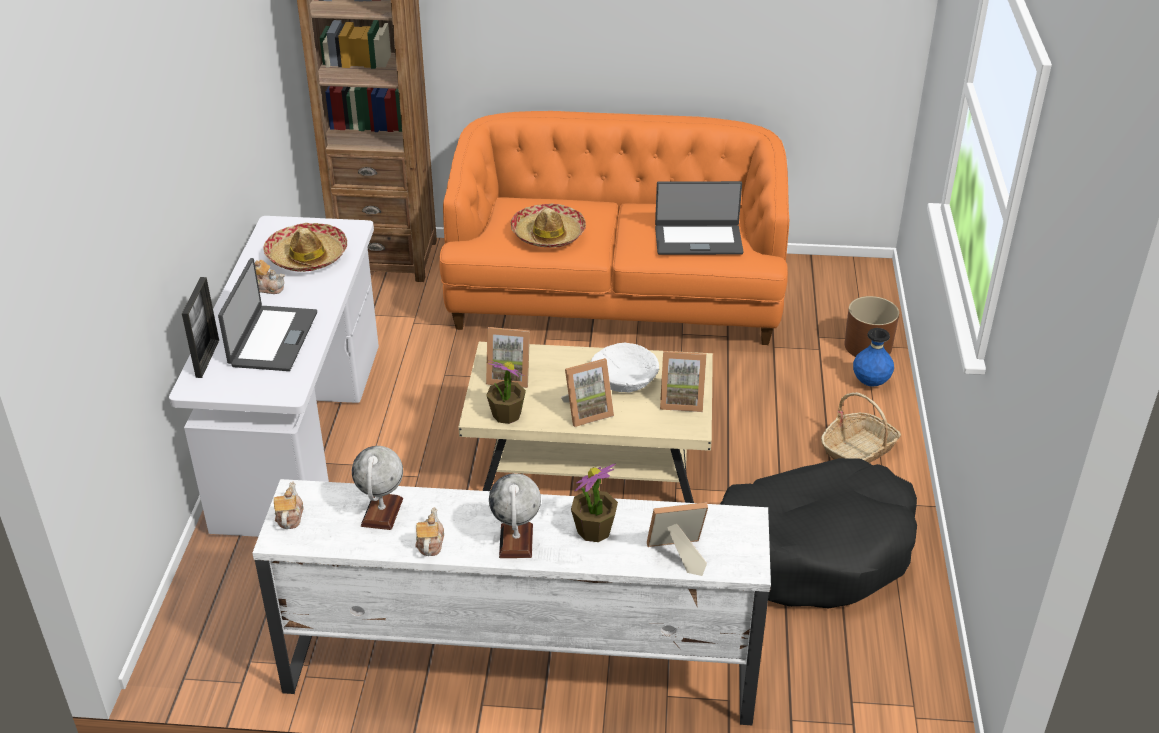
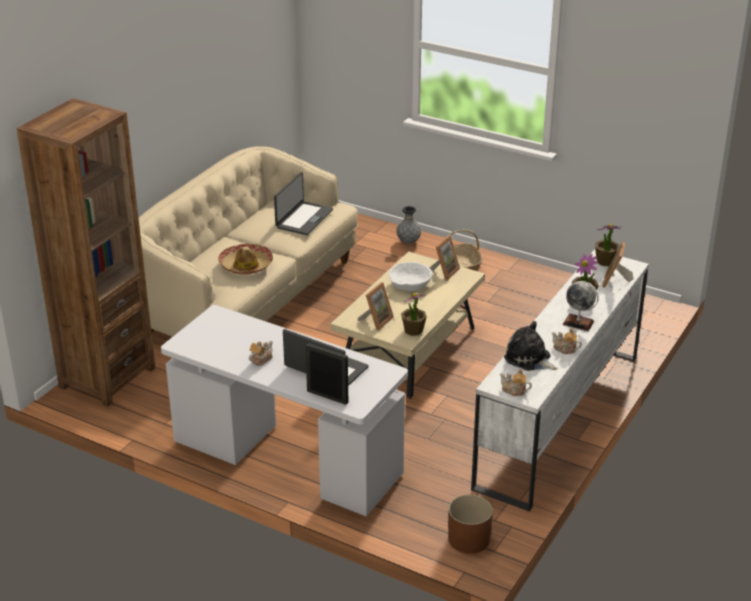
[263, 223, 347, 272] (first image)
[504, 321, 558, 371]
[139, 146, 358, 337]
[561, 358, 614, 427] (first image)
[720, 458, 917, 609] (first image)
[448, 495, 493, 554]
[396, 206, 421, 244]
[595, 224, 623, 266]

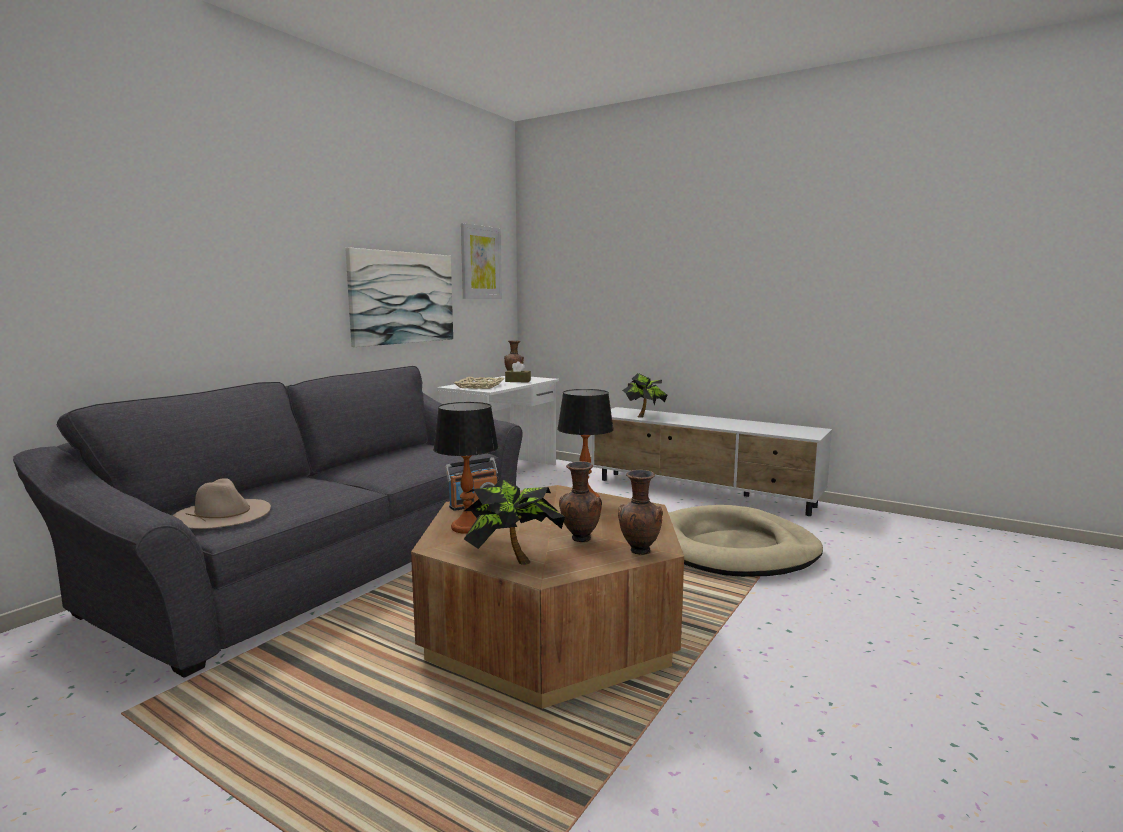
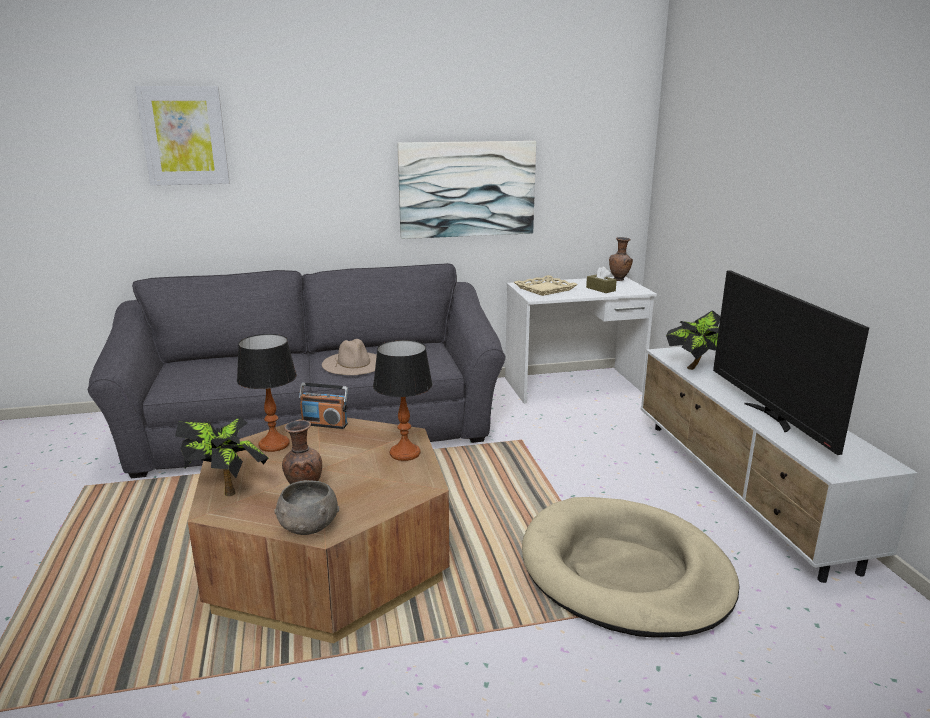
[322, 339, 377, 375]
[135, 86, 230, 186]
[274, 480, 339, 535]
[713, 270, 869, 455]

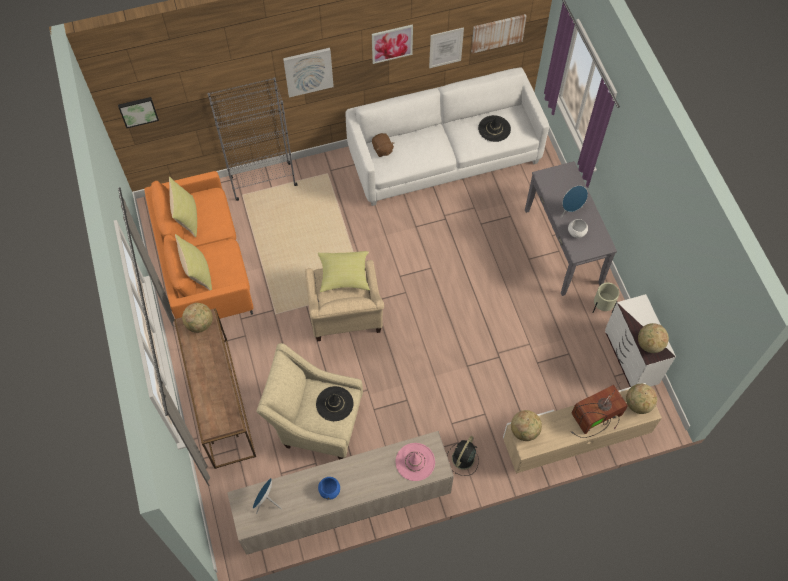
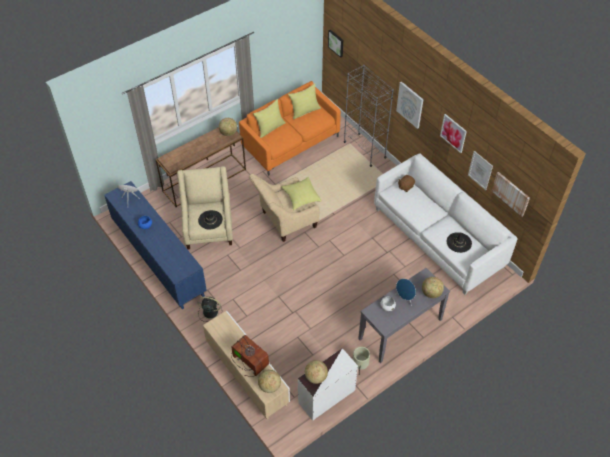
[105, 181, 207, 310]
[396, 443, 435, 481] (first image)
[422, 277, 444, 298]

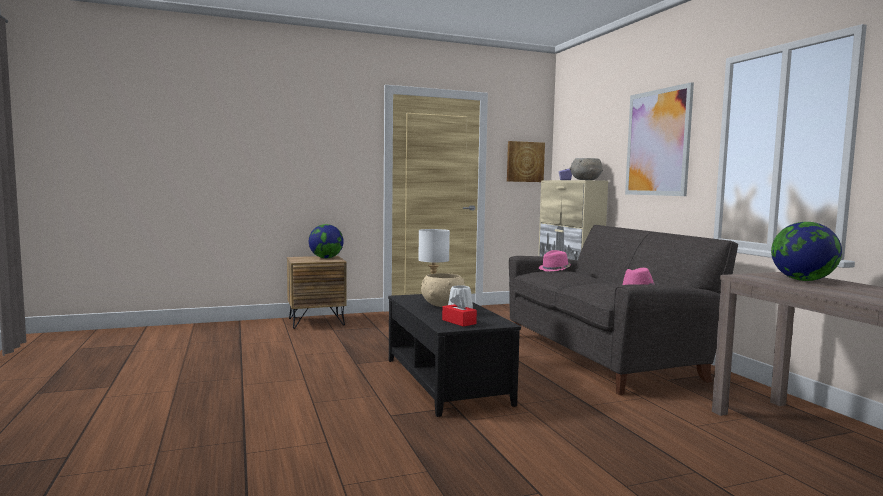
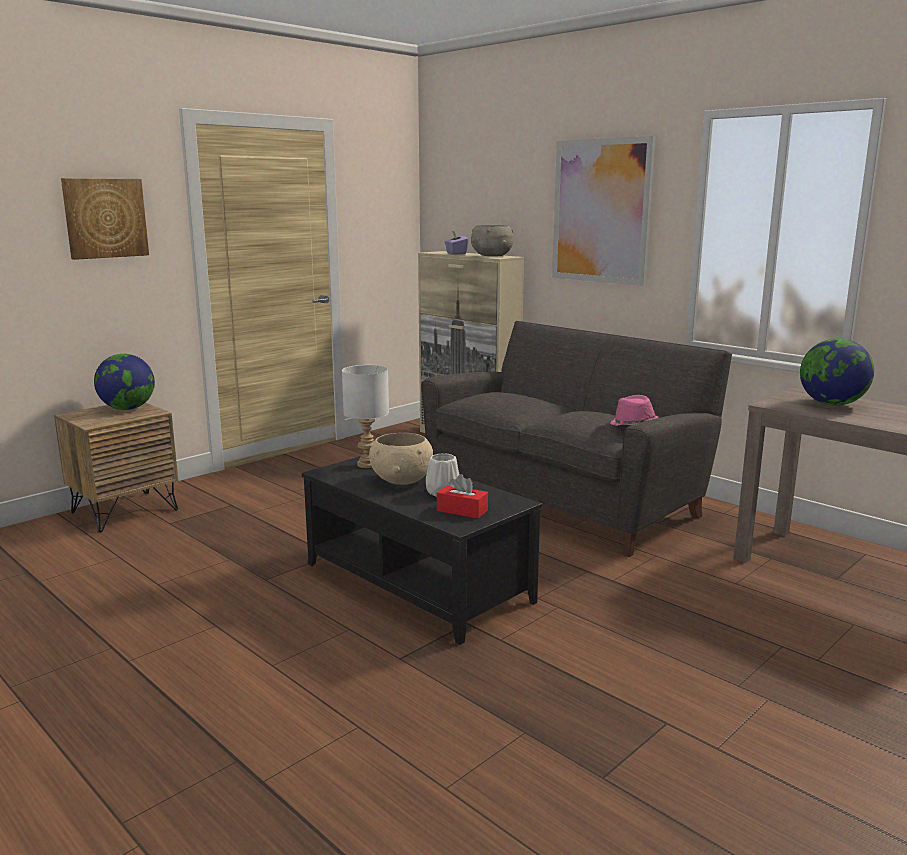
[61, 178, 149, 260]
[539, 250, 571, 272] (first image)

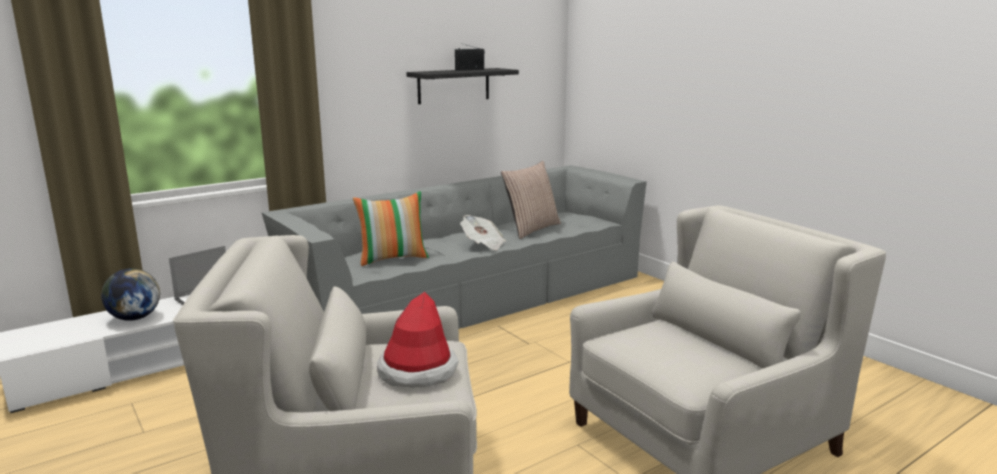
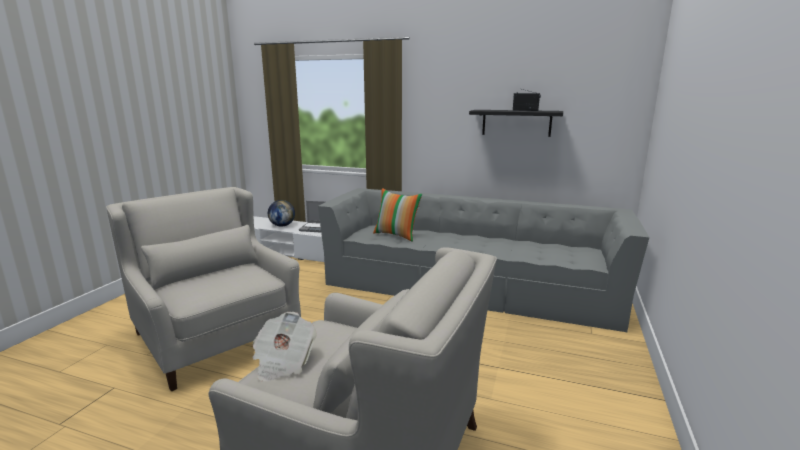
[377, 292, 459, 388] (first image)
[252, 312, 317, 381]
[501, 161, 561, 239] (first image)

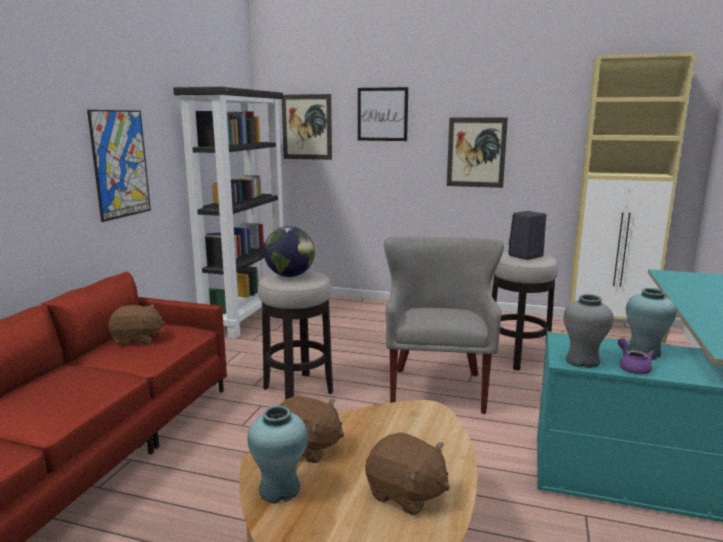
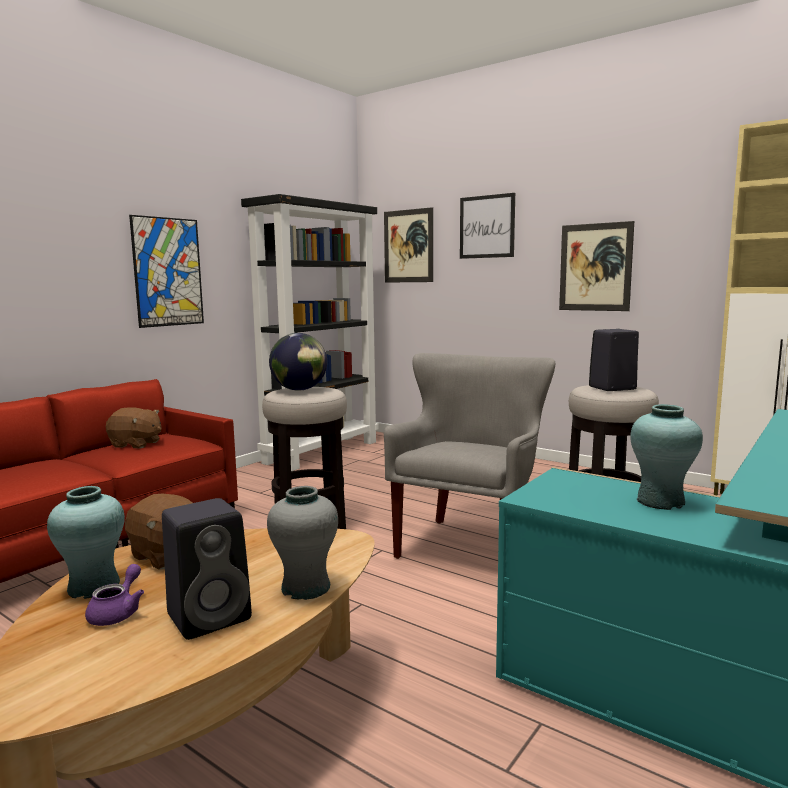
[162, 498, 252, 640]
[267, 486, 338, 600]
[85, 564, 144, 626]

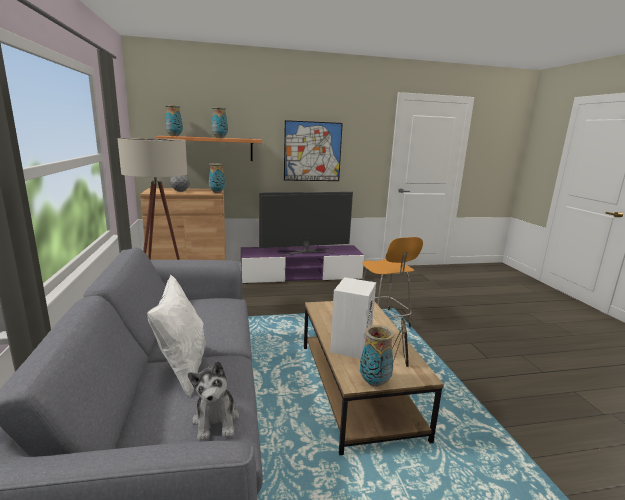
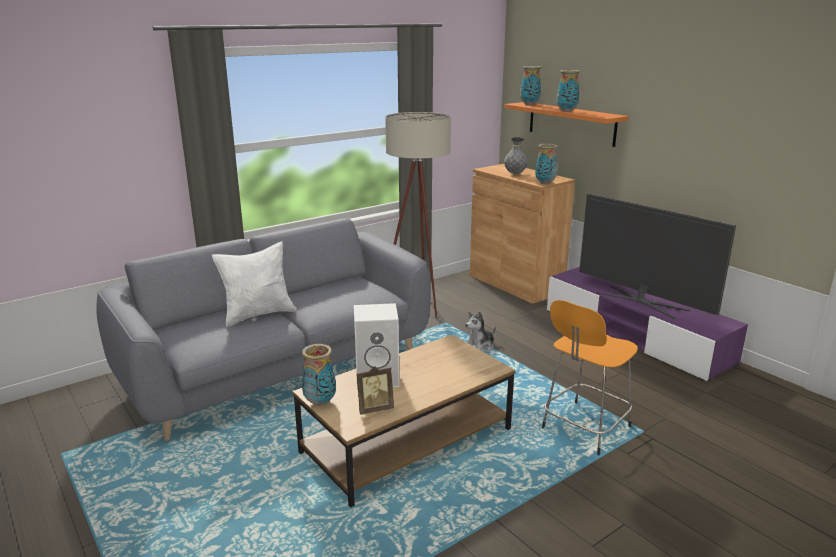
[465, 311, 496, 351]
[284, 120, 343, 181] (first image)

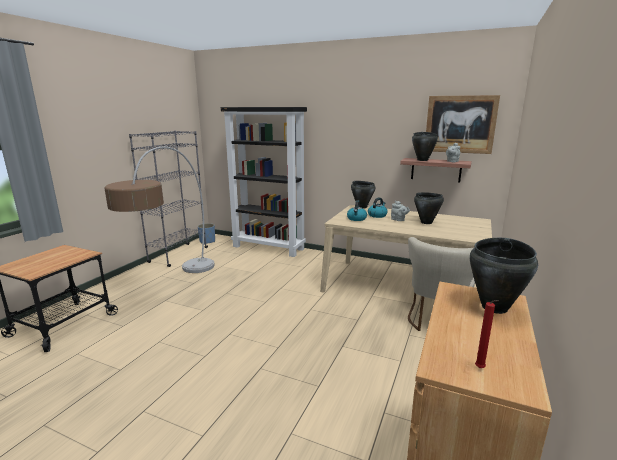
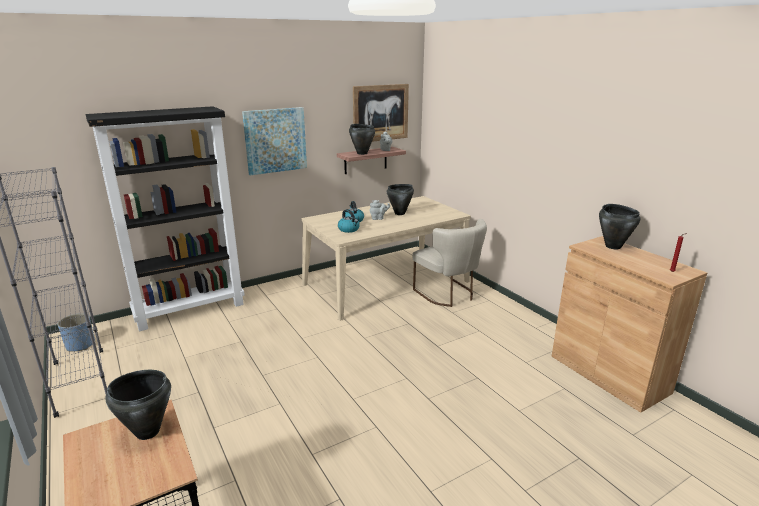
[104, 146, 215, 273] (first image)
[105, 370, 171, 440]
[242, 107, 307, 175]

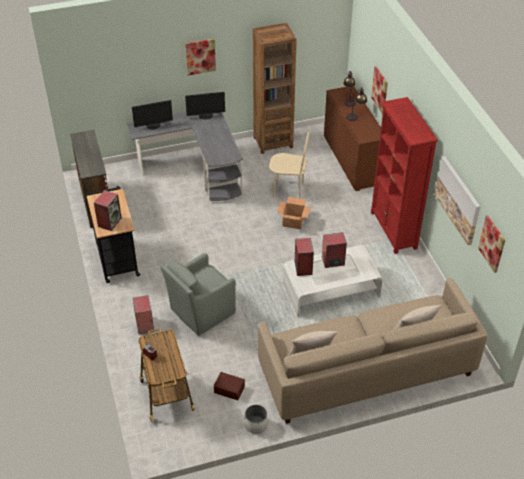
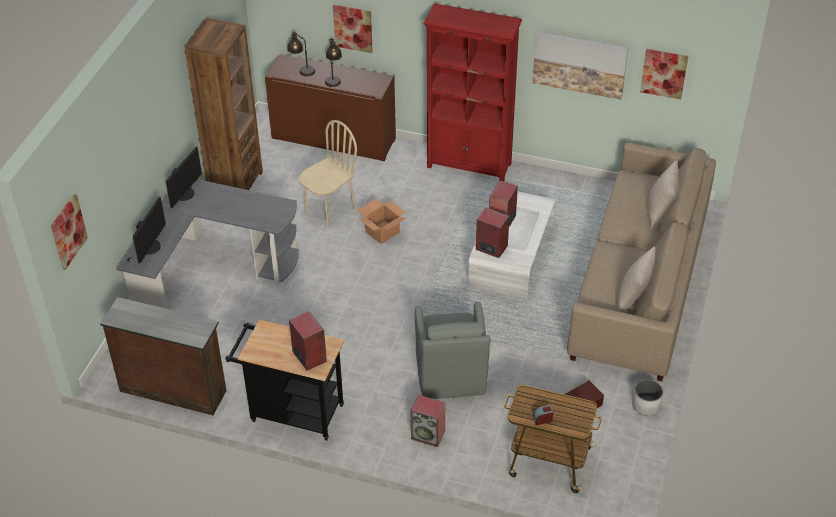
[51, 194, 88, 270]

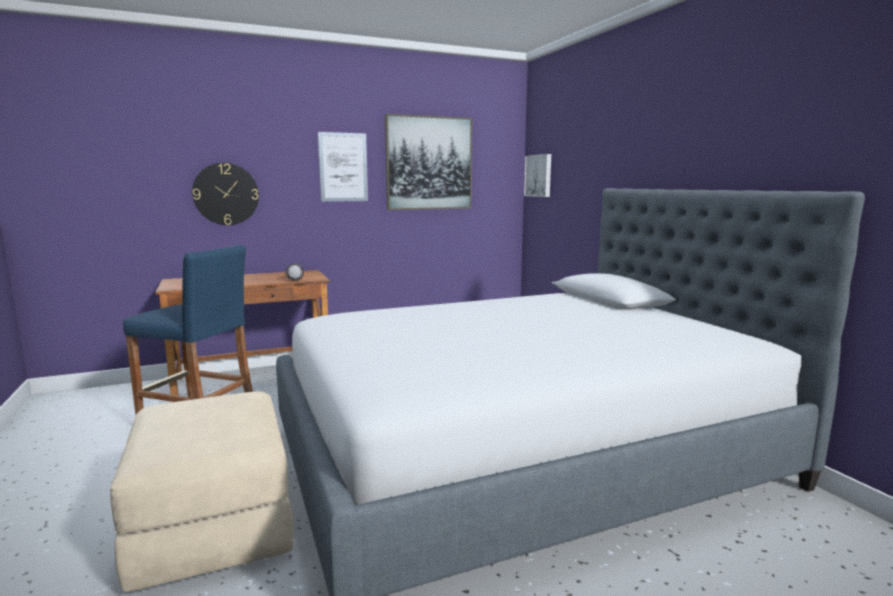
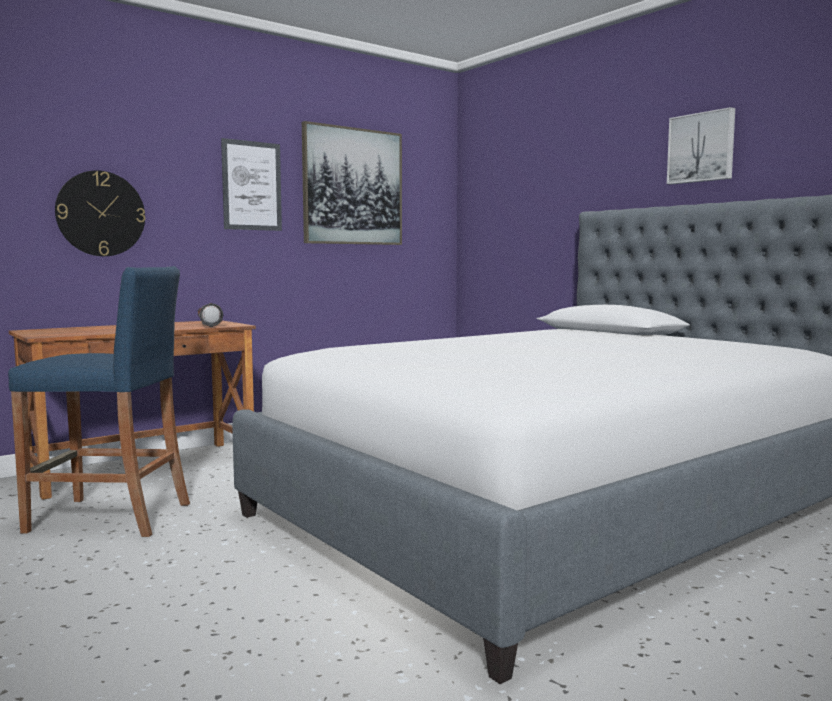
[110, 392, 294, 592] (first image)
[667, 107, 735, 185]

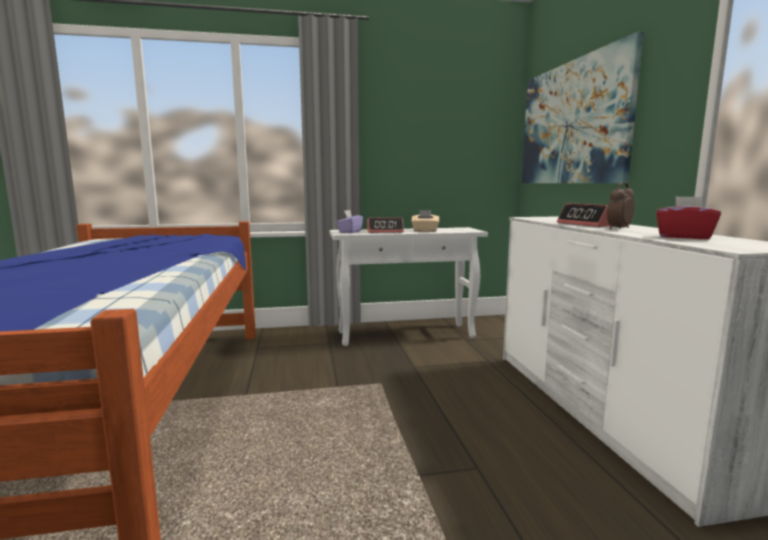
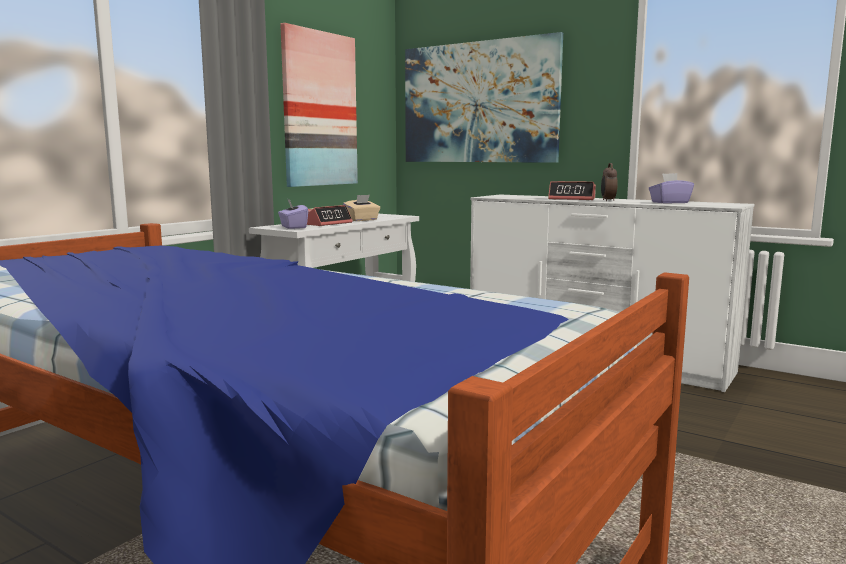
[649, 173, 694, 204]
[280, 23, 358, 187]

